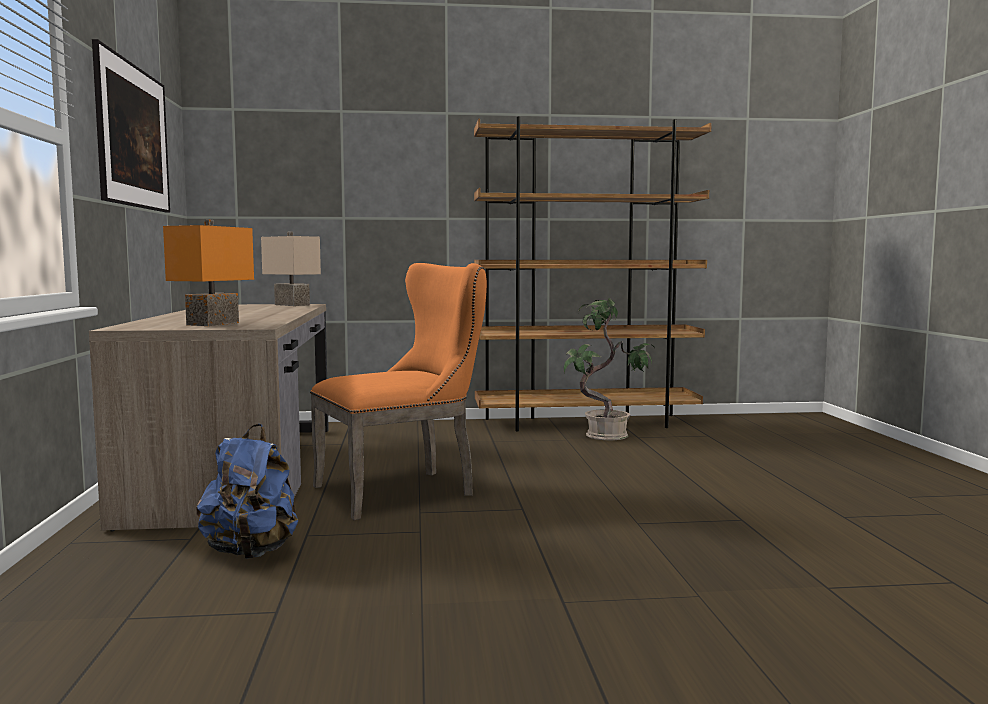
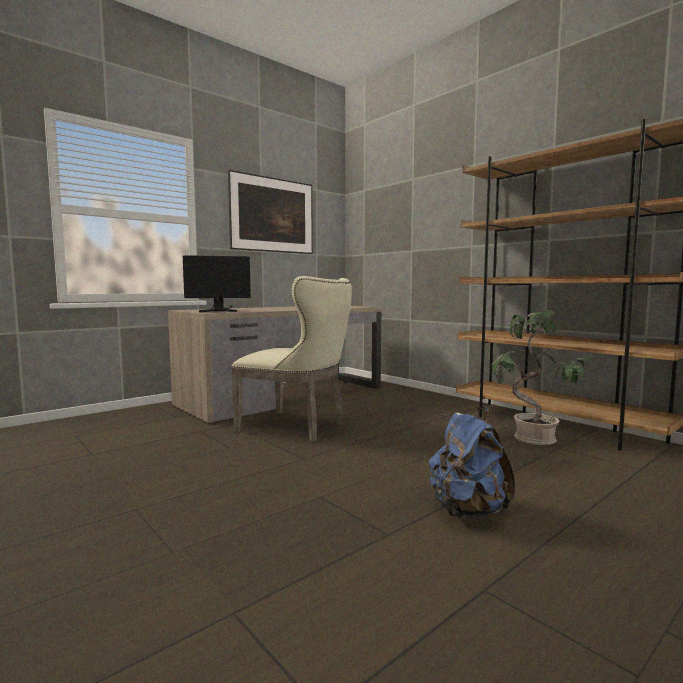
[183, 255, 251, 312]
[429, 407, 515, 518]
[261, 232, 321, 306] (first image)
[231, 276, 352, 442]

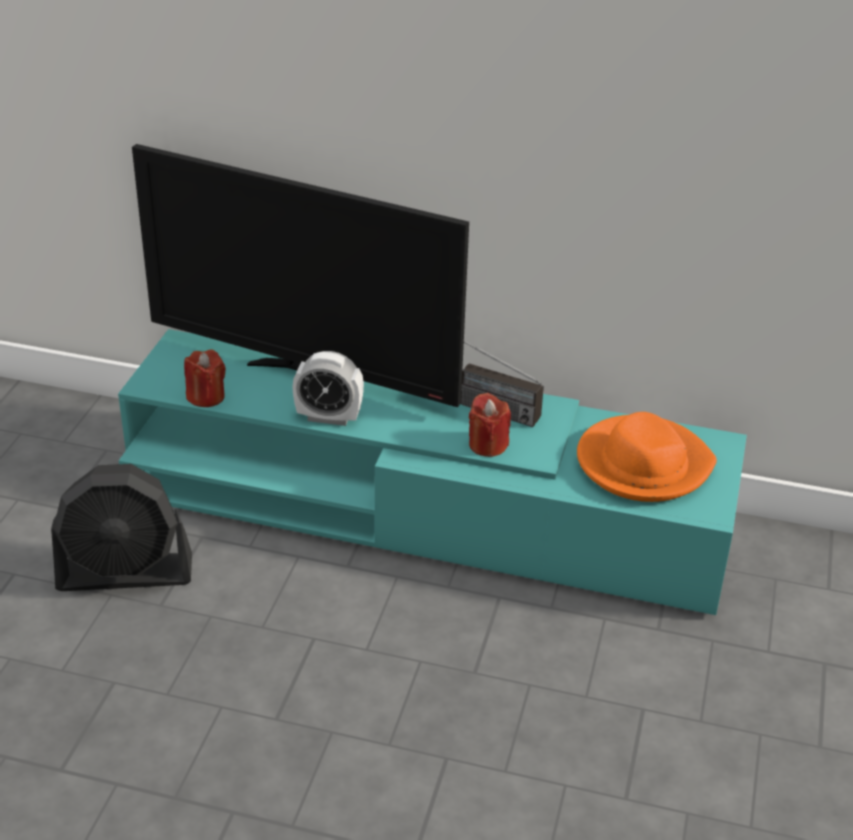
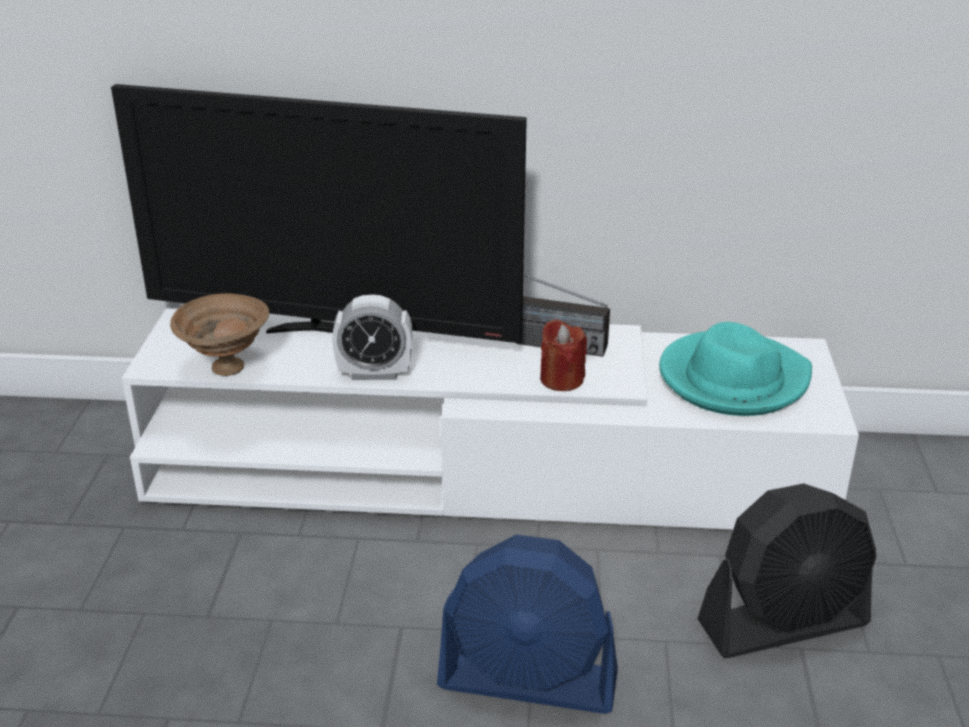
[698, 483, 876, 658]
[122, 308, 859, 530]
[170, 293, 269, 376]
[659, 322, 812, 416]
[437, 535, 618, 714]

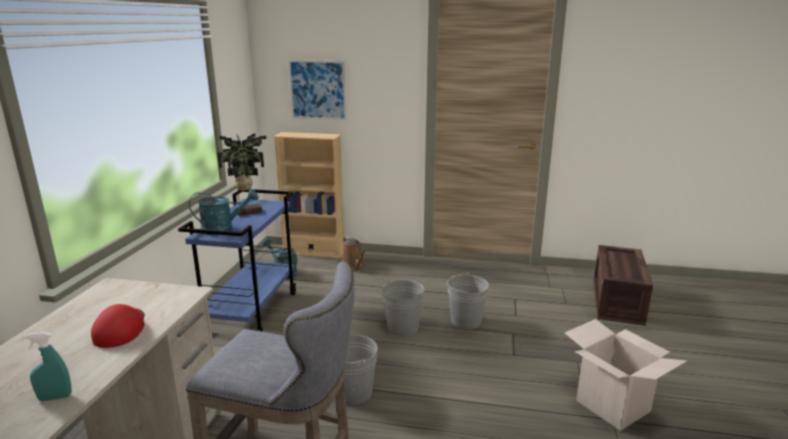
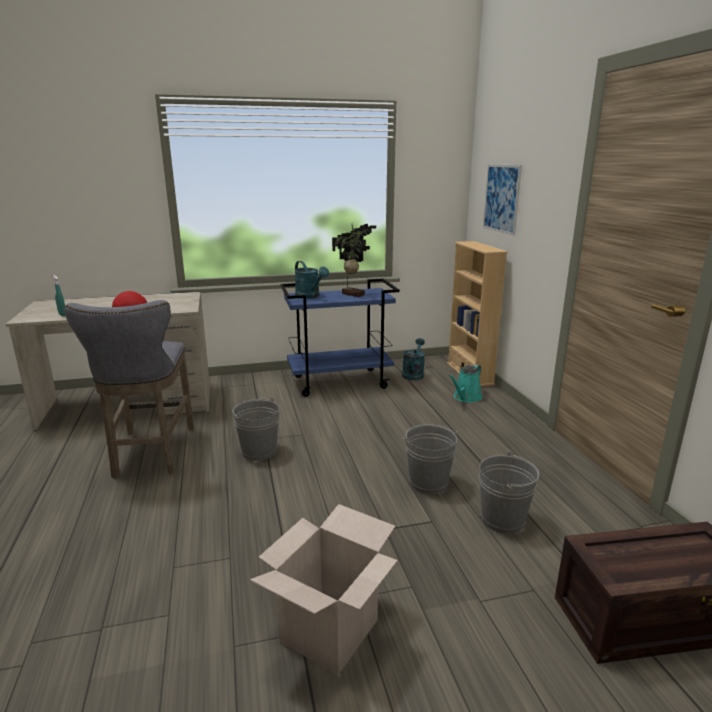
[448, 364, 482, 403]
[479, 452, 539, 534]

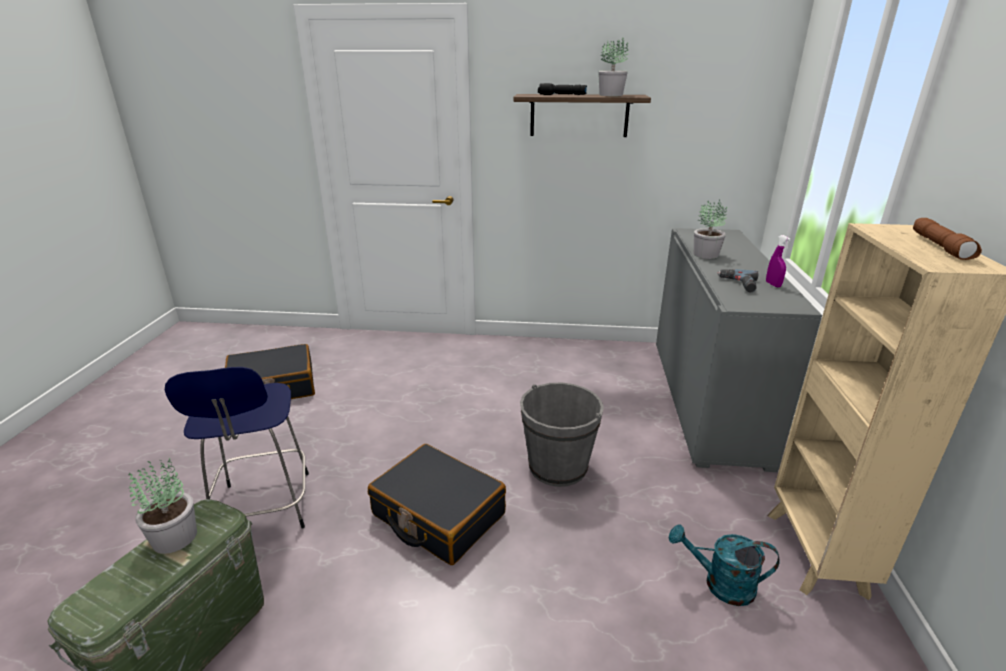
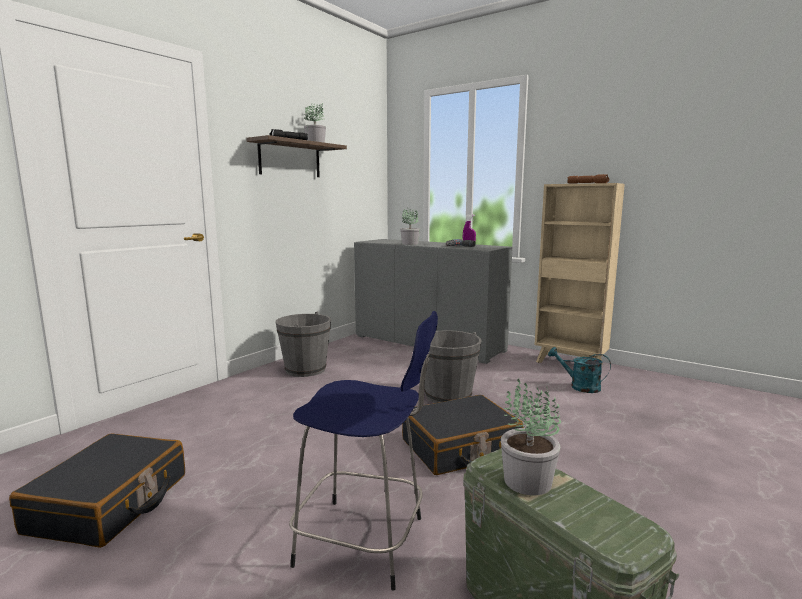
[548, 347, 611, 393]
[275, 312, 331, 377]

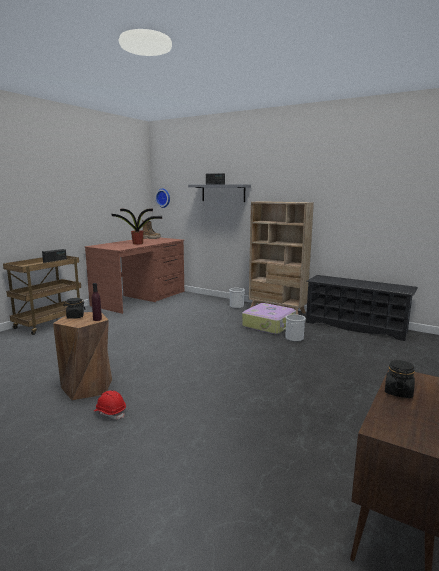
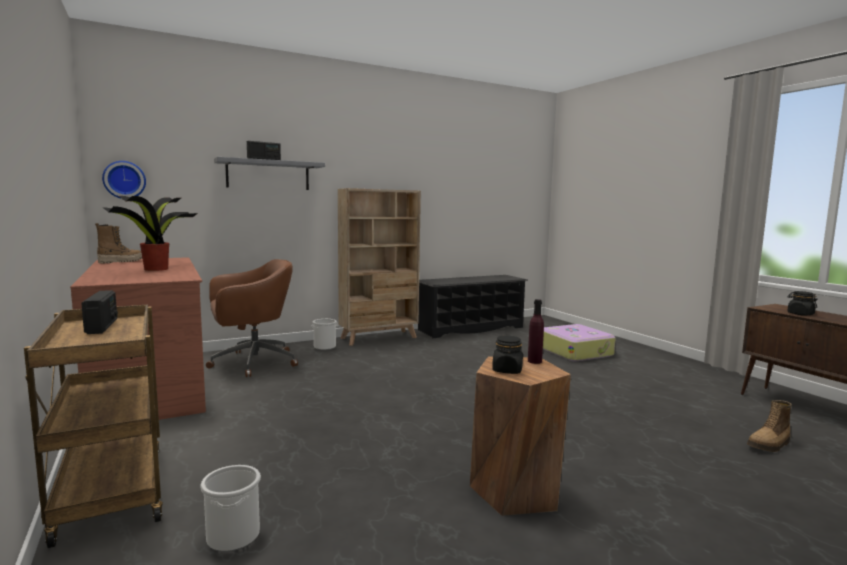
[94, 390, 126, 419] (first image)
[543, 324, 616, 361]
[201, 465, 261, 552]
[206, 259, 298, 377]
[747, 400, 792, 452]

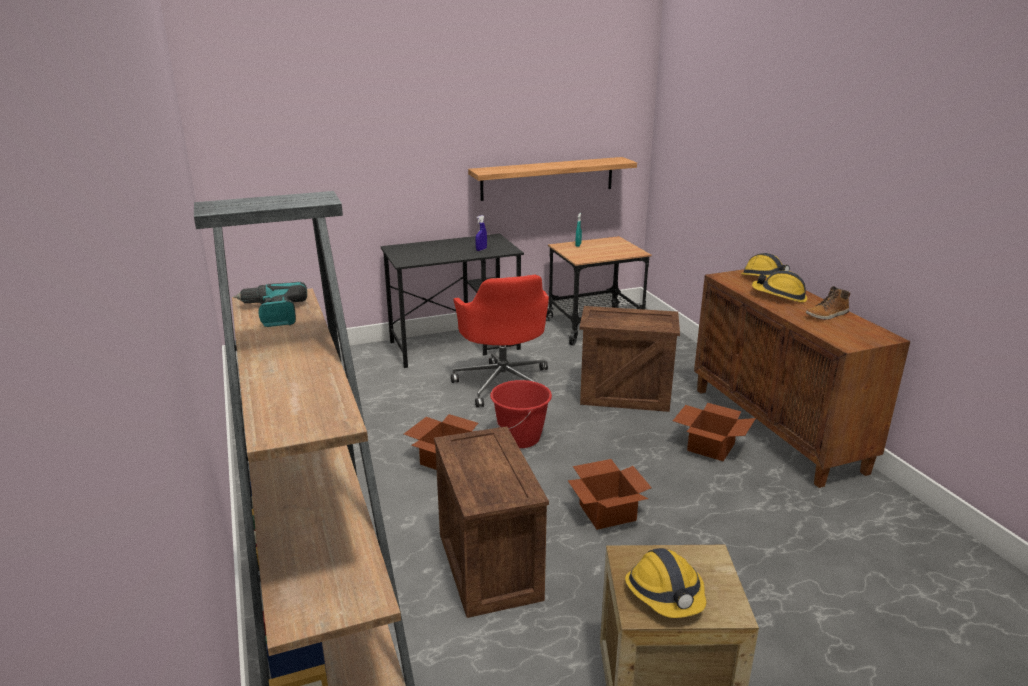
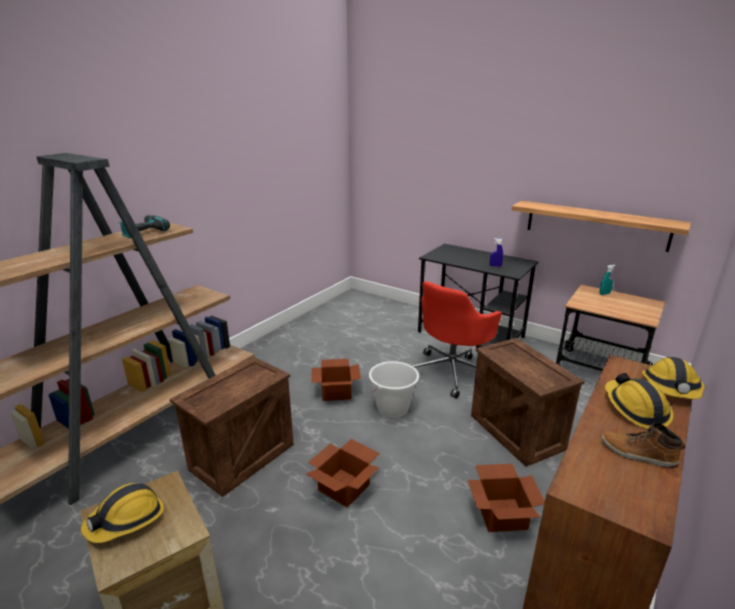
[369, 361, 419, 418]

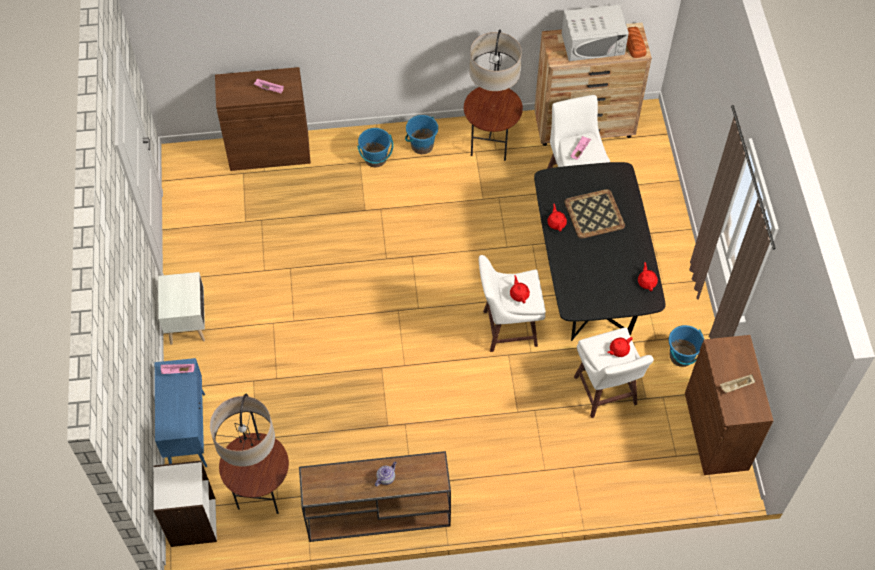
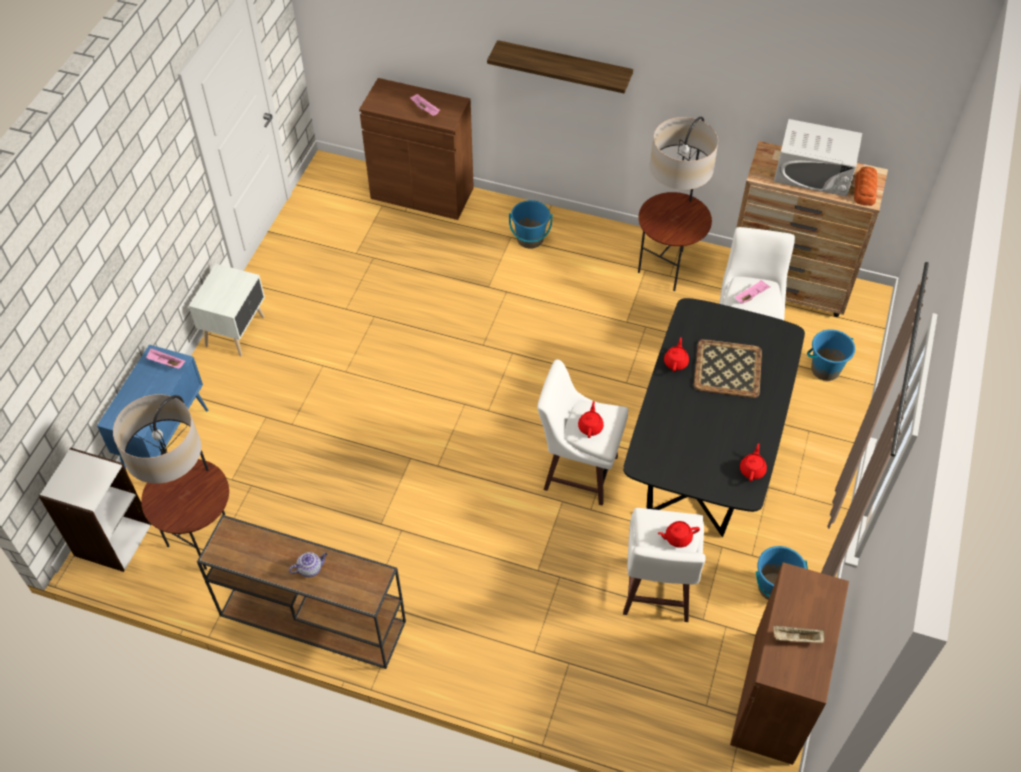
[807, 329, 855, 381]
[487, 40, 633, 93]

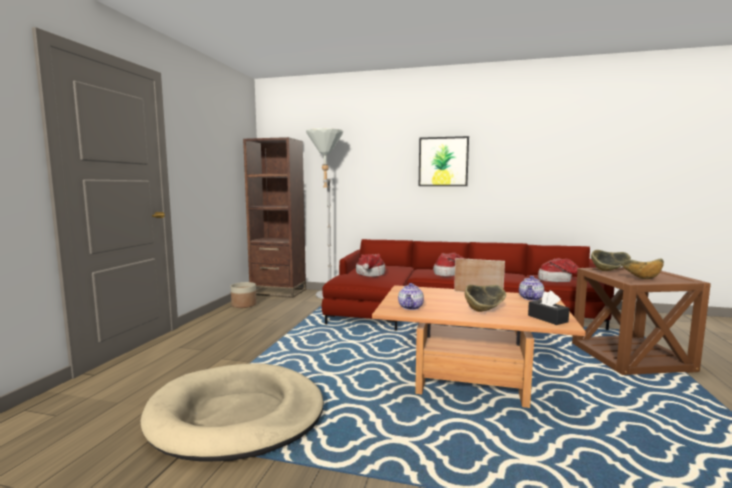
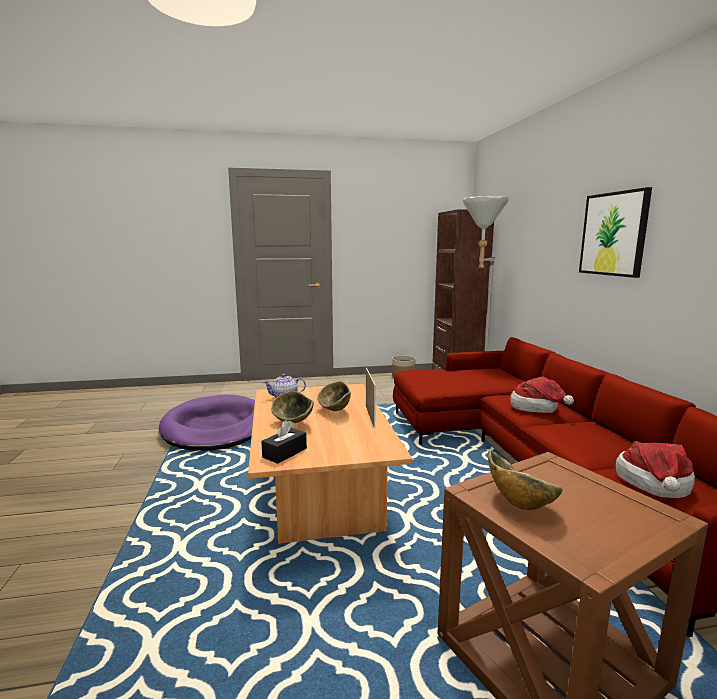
[159, 394, 255, 451]
[356, 254, 385, 277] (first image)
[519, 276, 544, 301] (first image)
[317, 381, 351, 411]

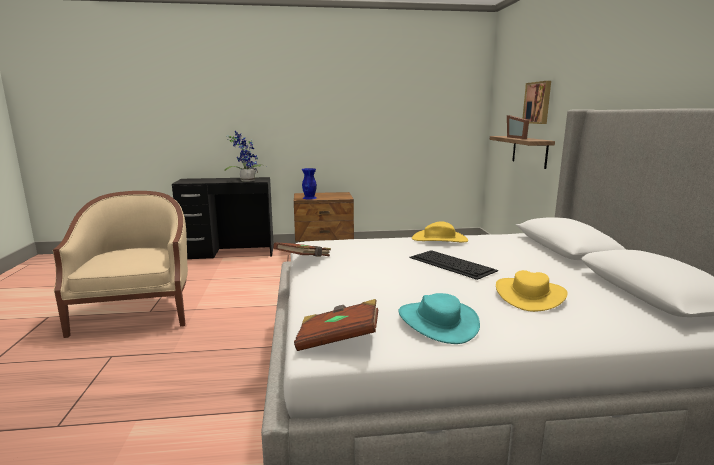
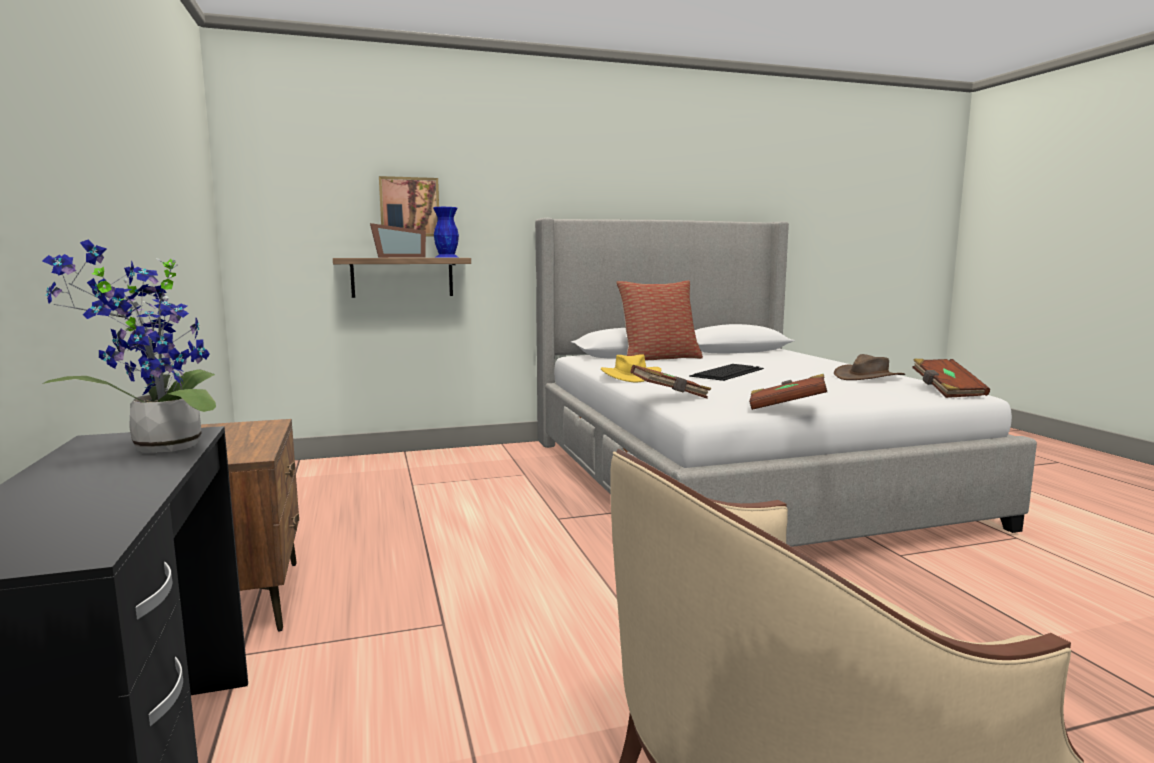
[433, 207, 459, 258]
[834, 354, 905, 380]
[496, 270, 568, 312] (first image)
[616, 281, 703, 361]
[631, 365, 711, 399]

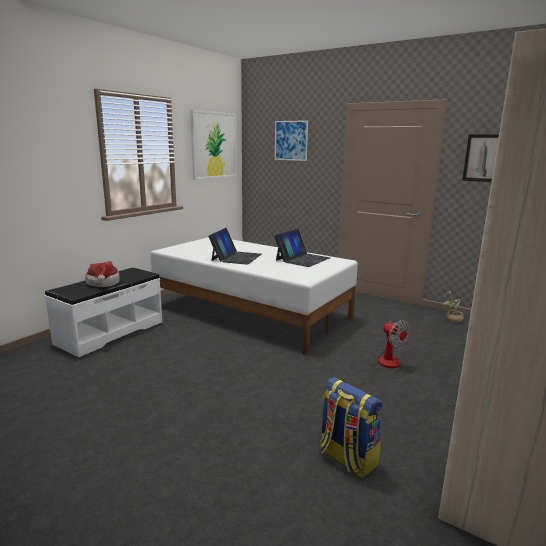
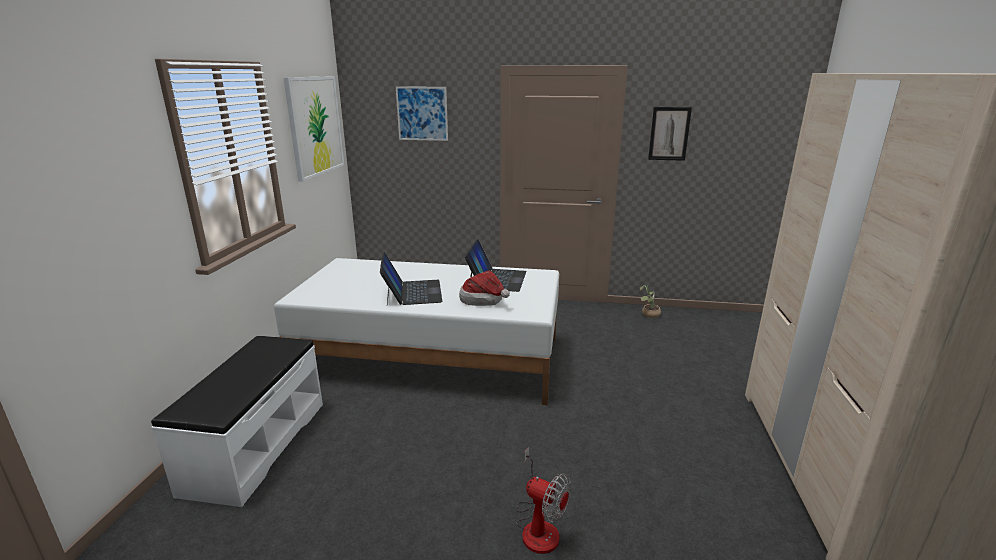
[459, 271, 510, 306]
[319, 377, 382, 478] (first image)
[516, 447, 571, 554]

